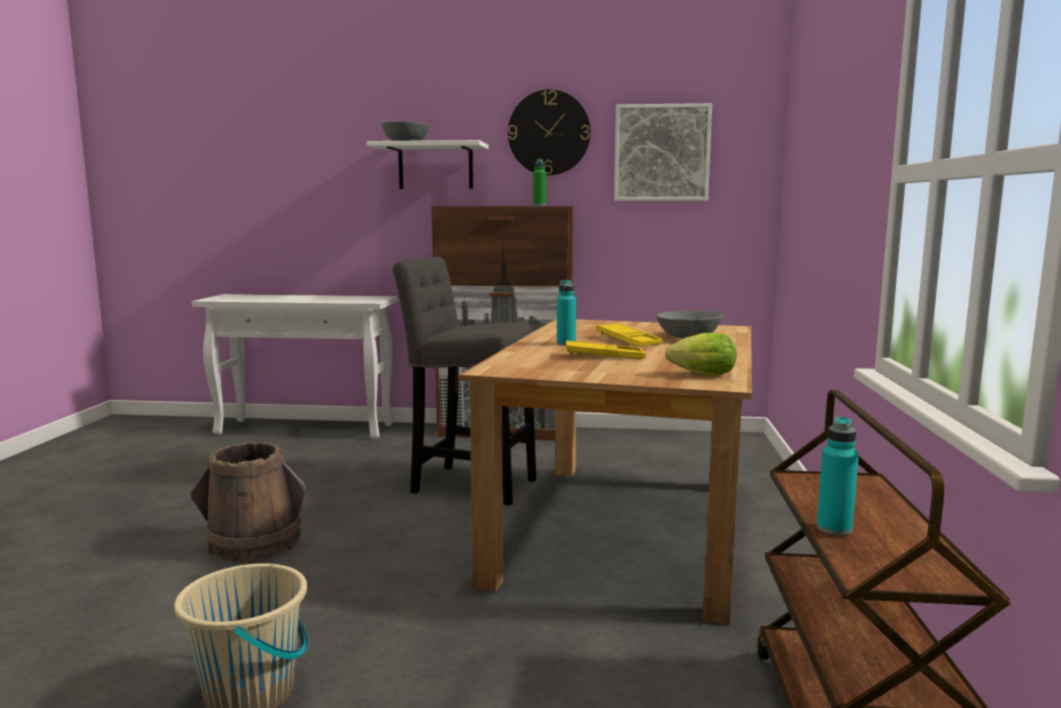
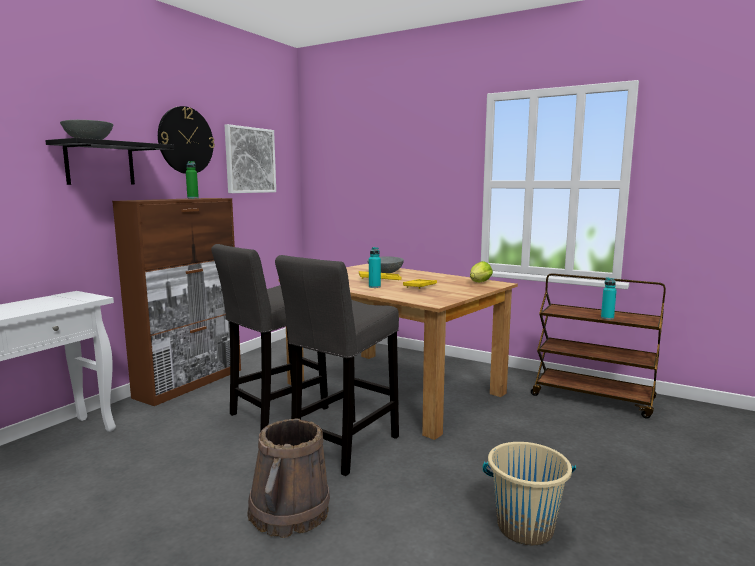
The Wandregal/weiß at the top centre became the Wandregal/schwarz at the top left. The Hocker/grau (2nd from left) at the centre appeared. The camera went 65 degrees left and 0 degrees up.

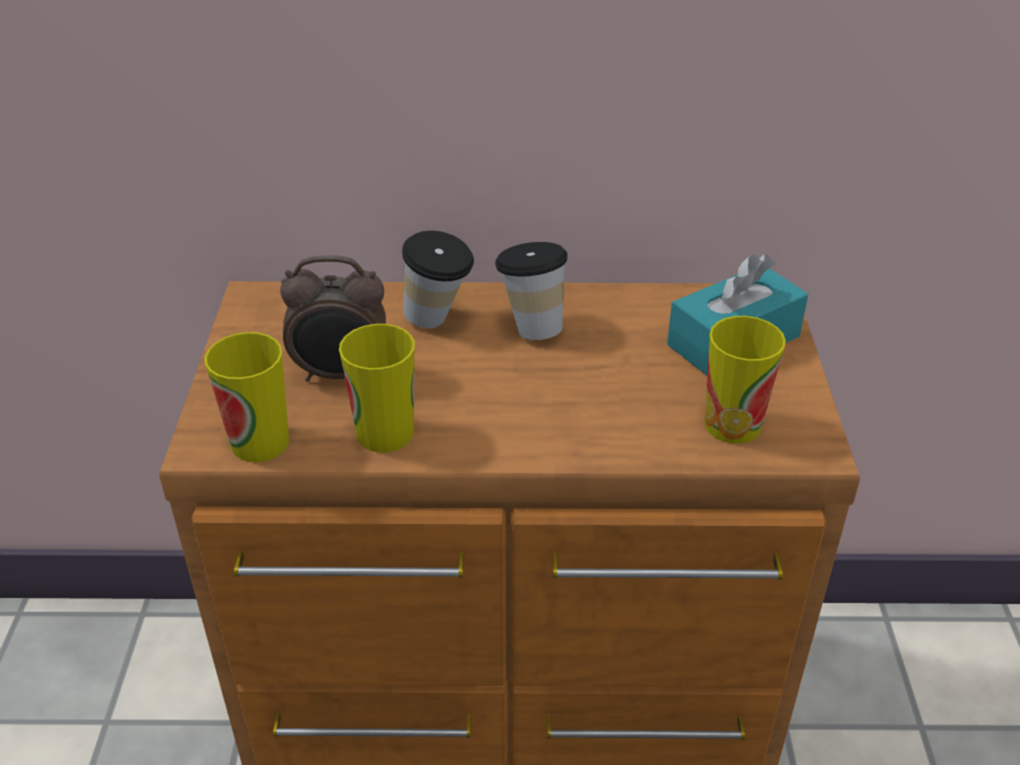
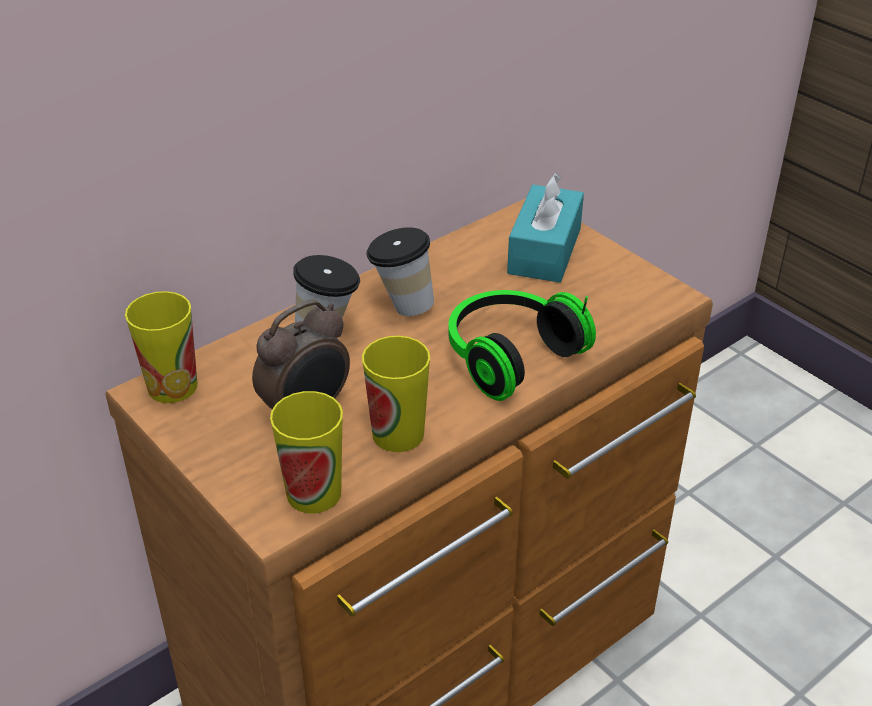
The Tasse (5th from left in the first image) moved from the middle right to the middle left. The Kopfhörer at the centre appeared. The camera went 40 degrees left and 0 degrees up.

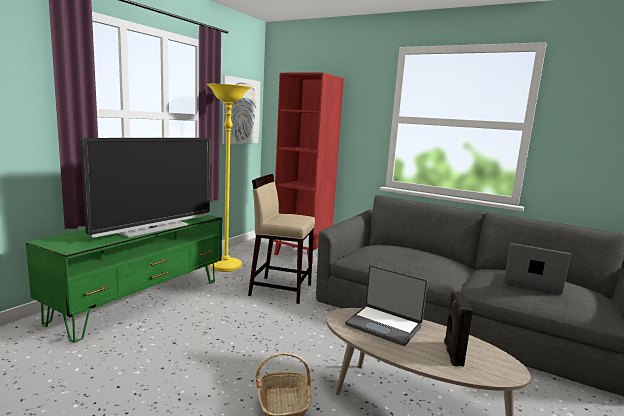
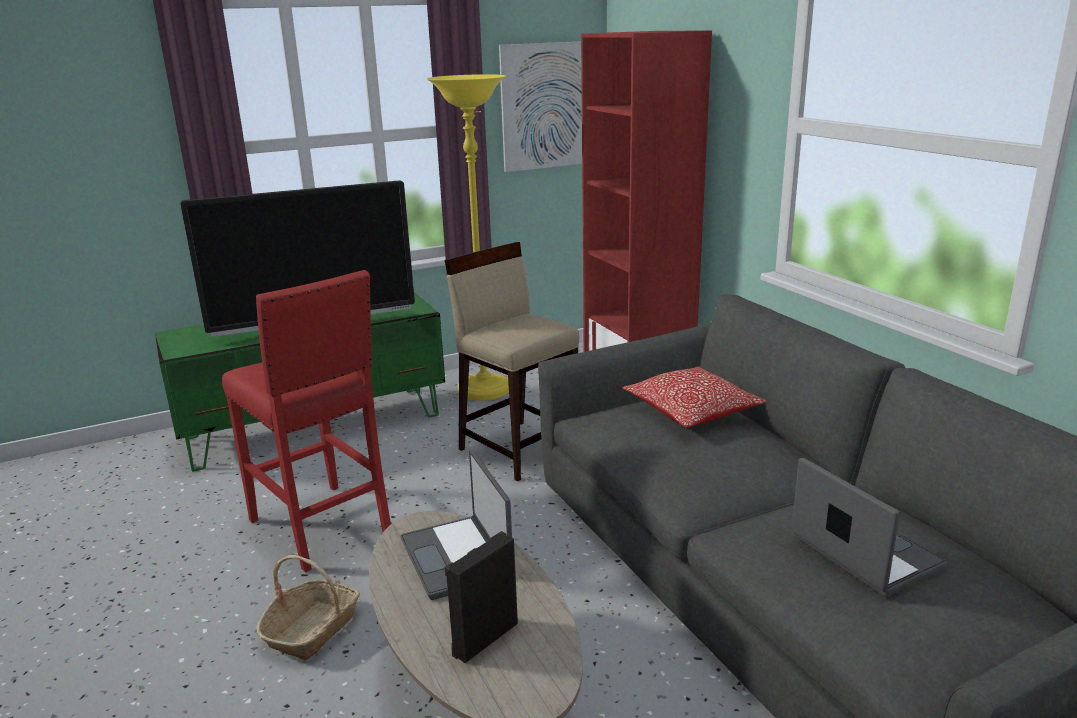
The Hocker/rot at the middle left appeared. The Kissen at the centre appeared. The camera went 35 degrees right and 10 degrees up.

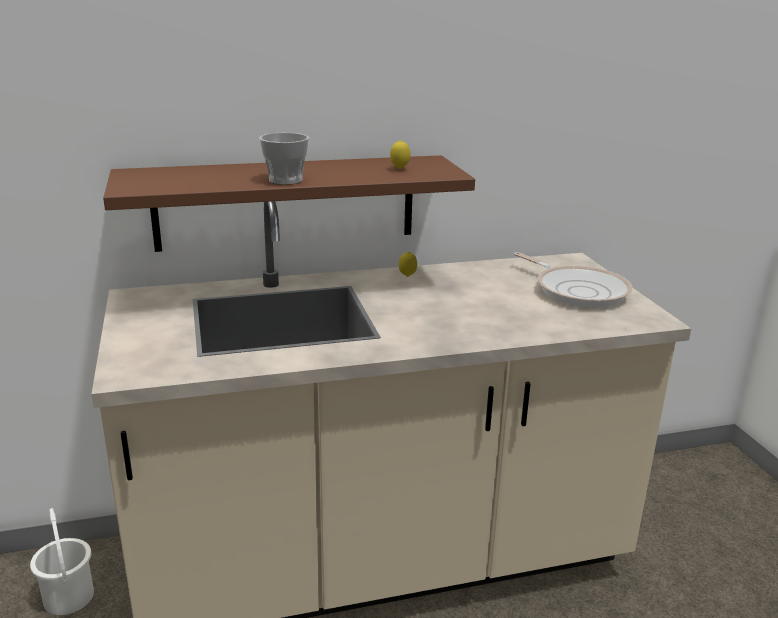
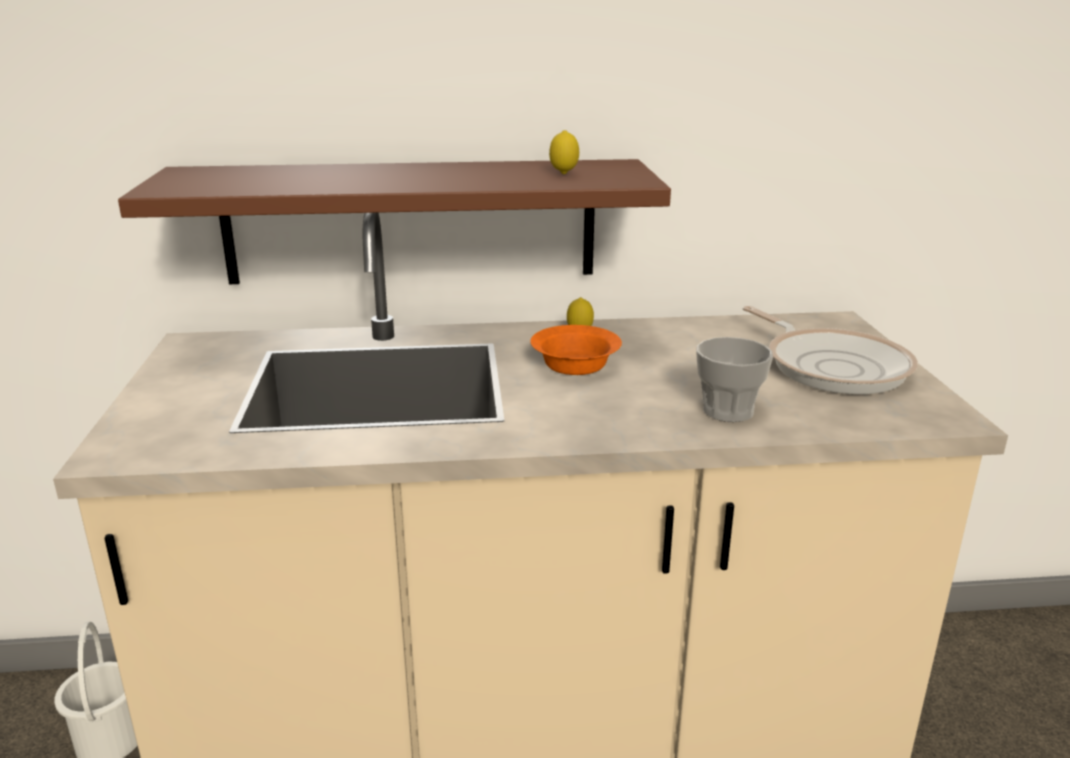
The Tasse moved from the top centre to the middle right. The Schüssel/orange at the centre appeared. The camera went 10 degrees right and 0 degrees up.

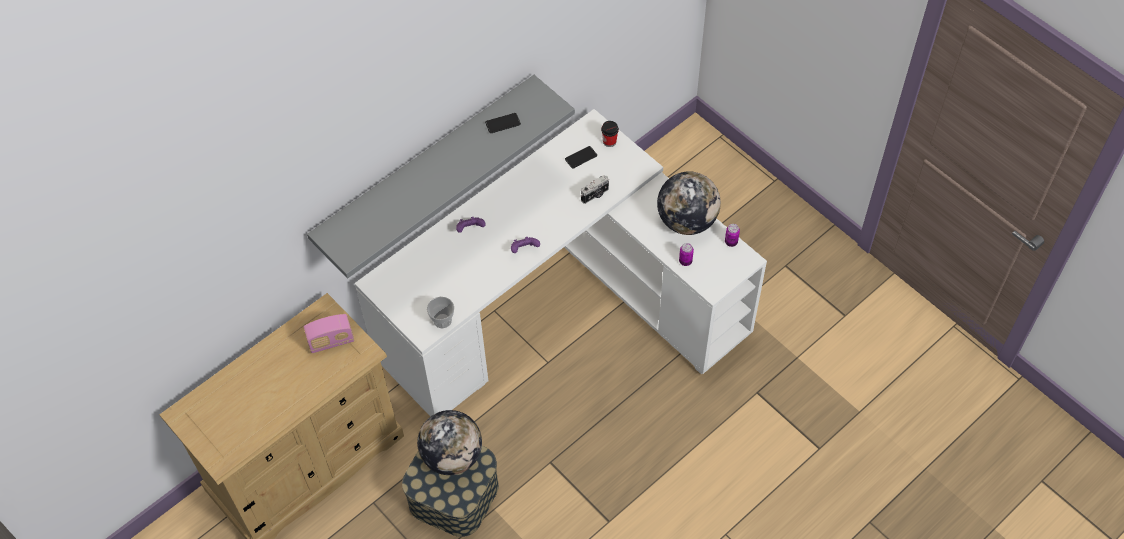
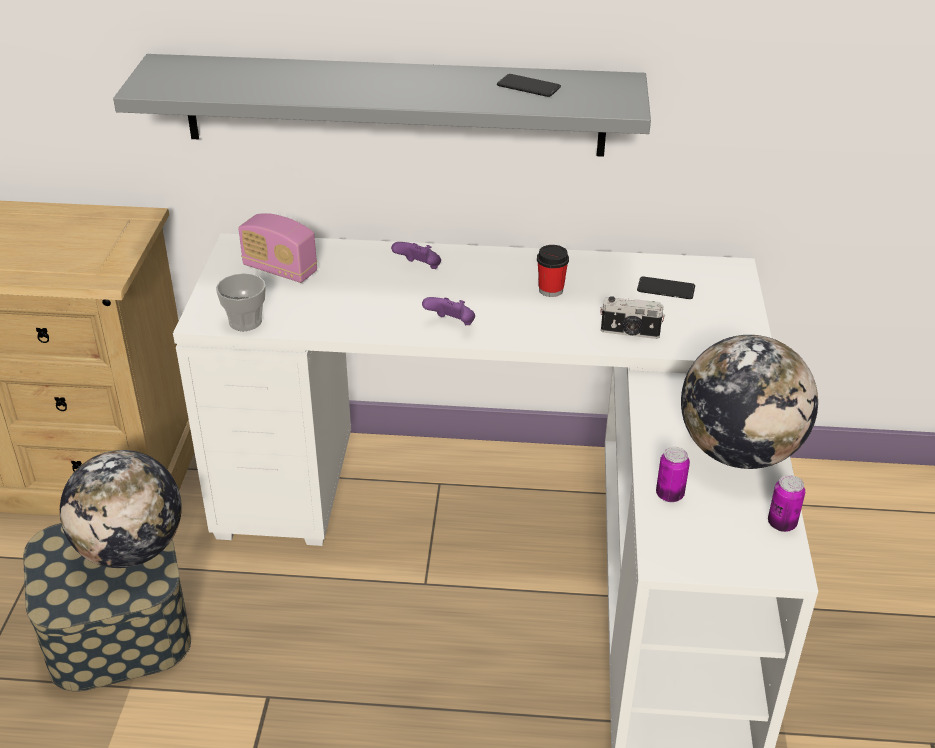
The Tasse (2nd from left) moved from the top centre to the centre. The Radio moved from the middle left to the top left. The camera went 45 degrees right and 20 degrees down.

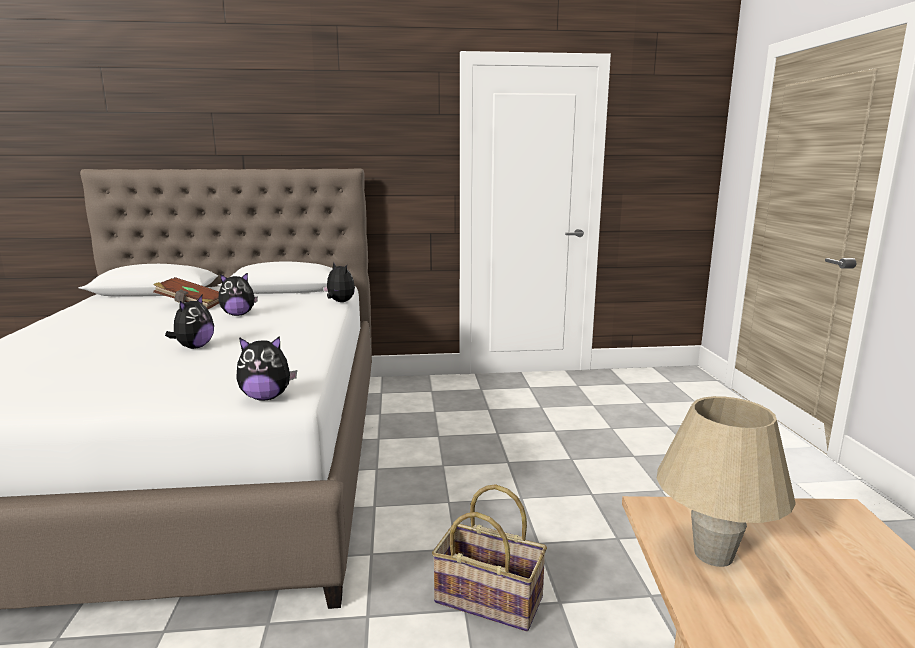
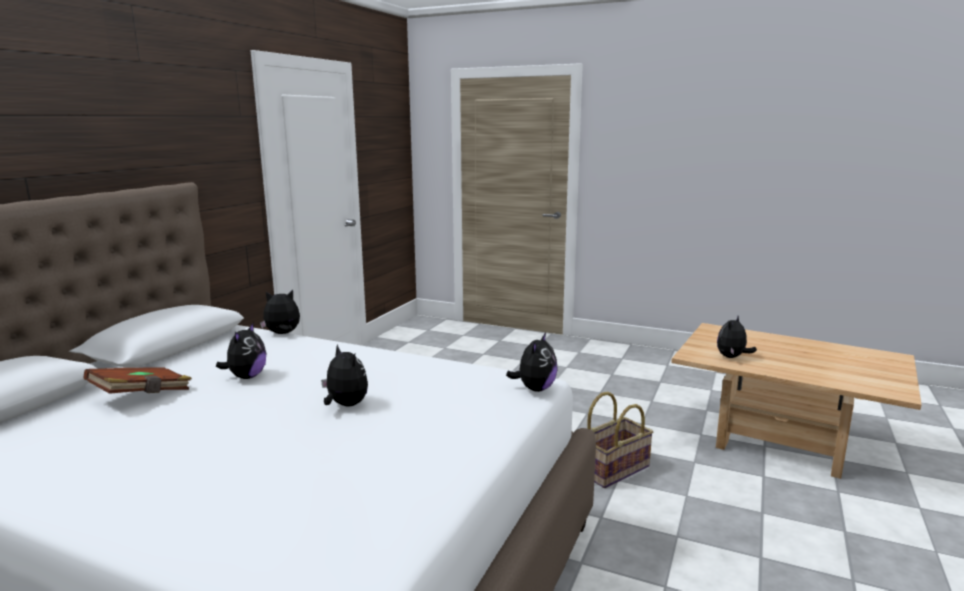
The Tischlampe/beige at the bottom right was replaced by the Plüschtier (5th from left) at the middle right. The camera went 60 degrees left and 0 degrees up.

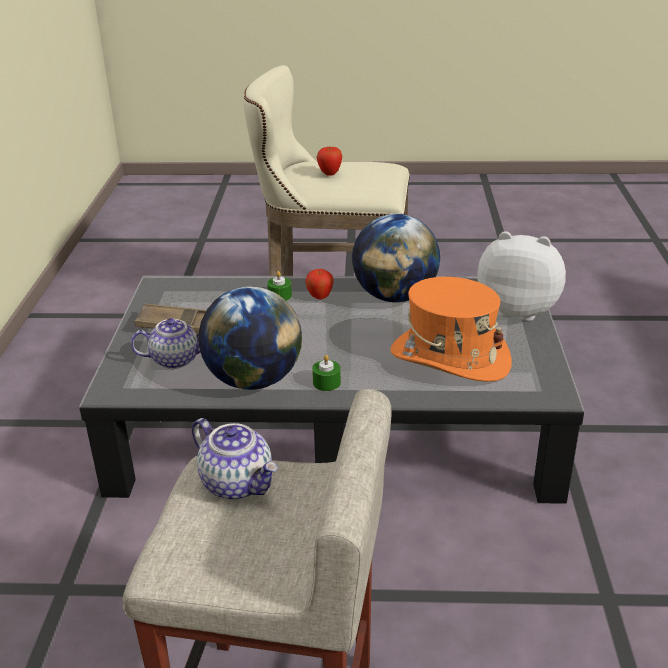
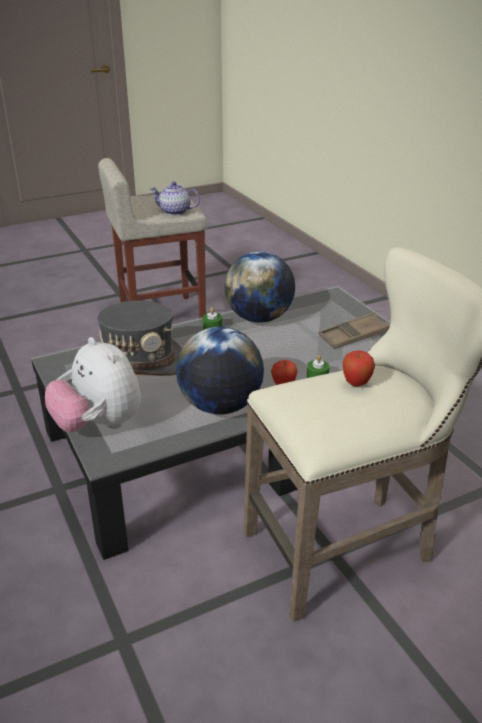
The Plüschtier at the middle right turned 60 degrees clockwise. The Hut/orange at the middle right became the Hut/grau at the middle left. The Teekanne (1st from left) at the middle left disappeared. The camera went 150 degrees right and 0 degrees up.

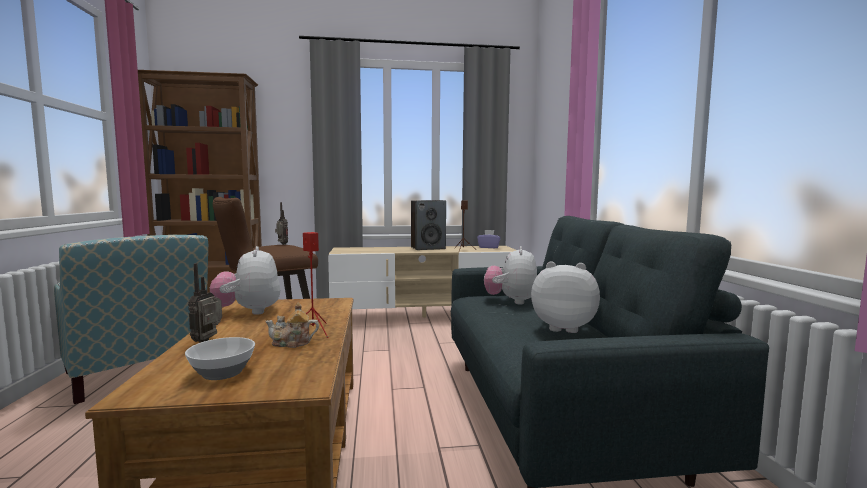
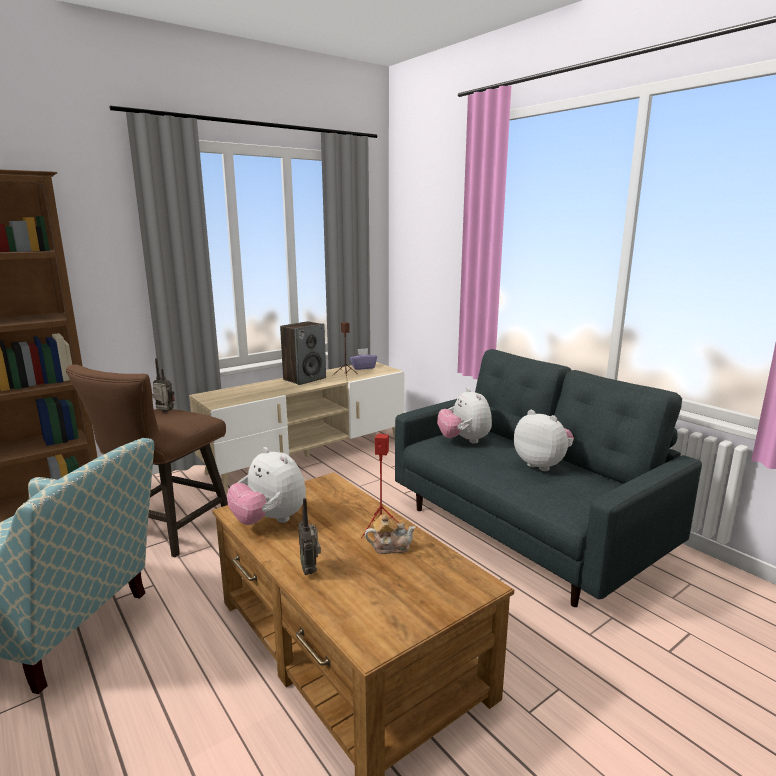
The Plüschtier (3rd from left) at the centre turned 60 degrees clockwise. The Teekanne at the centre turned 150 degrees counterclockwise. The Schüssel at the bottom left disappeared. The camera went 30 degrees left and 10 degrees up.

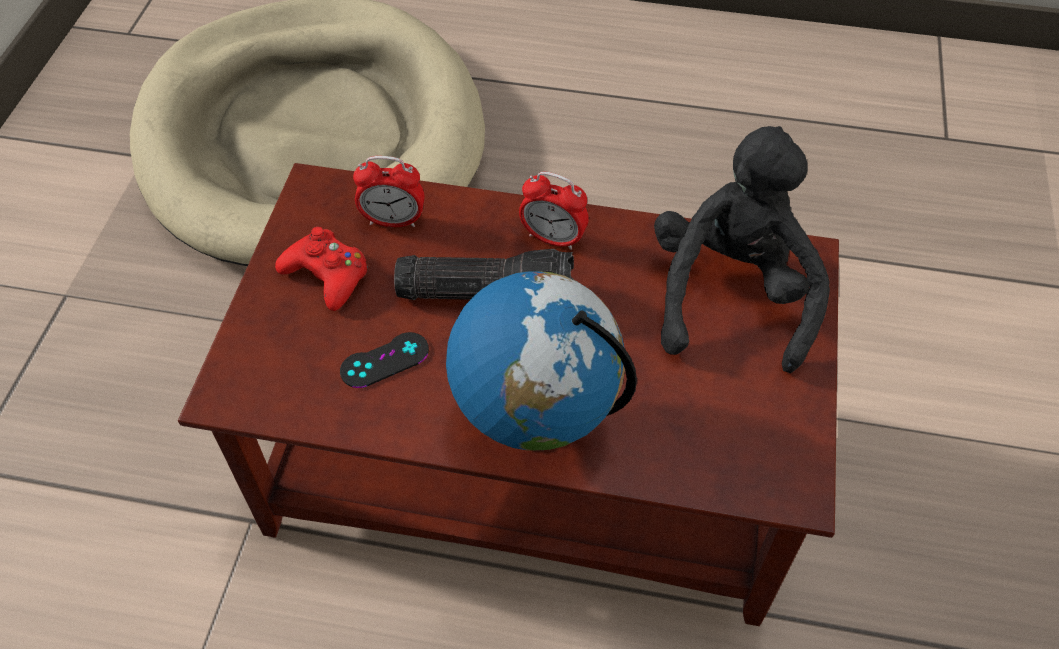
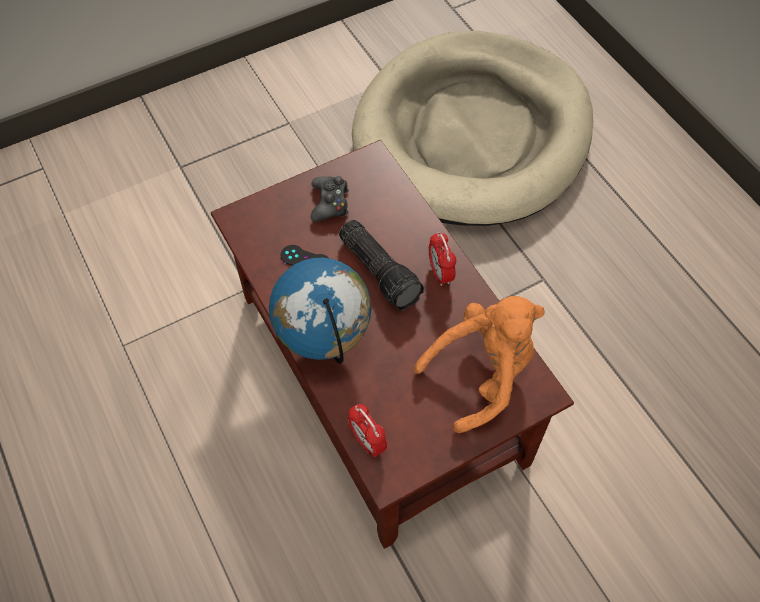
The Plüschtier/schwarz at the middle right became the Plüschtier/orange at the centre. The Wecker (1st from left) moved from the top centre to the bottom centre. The Gamepad/rot at the middle left became the Gamepad/schwarz (2nd from left) at the top centre. The camera went 50 degrees right and 5 degrees up.

